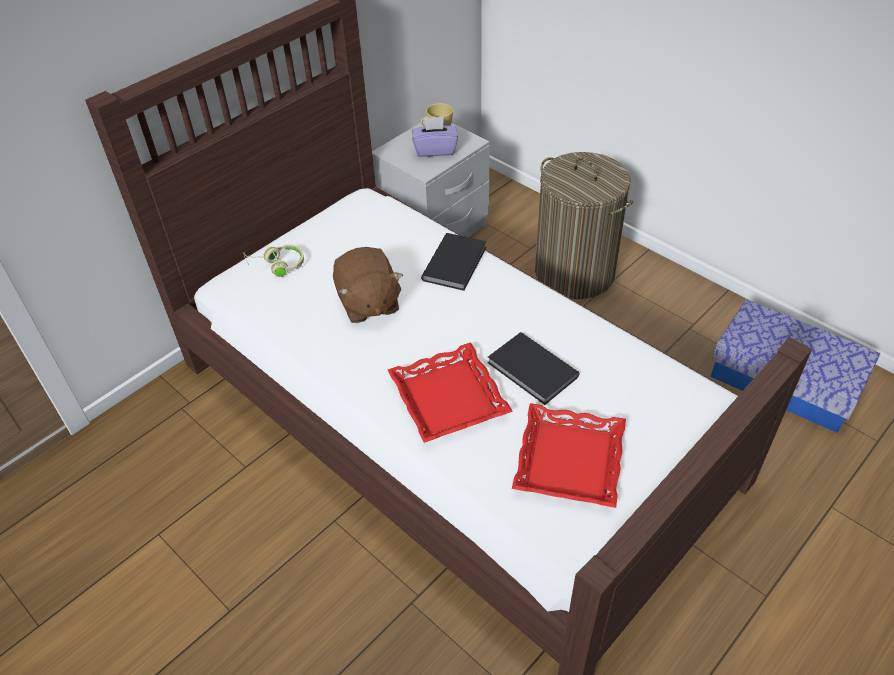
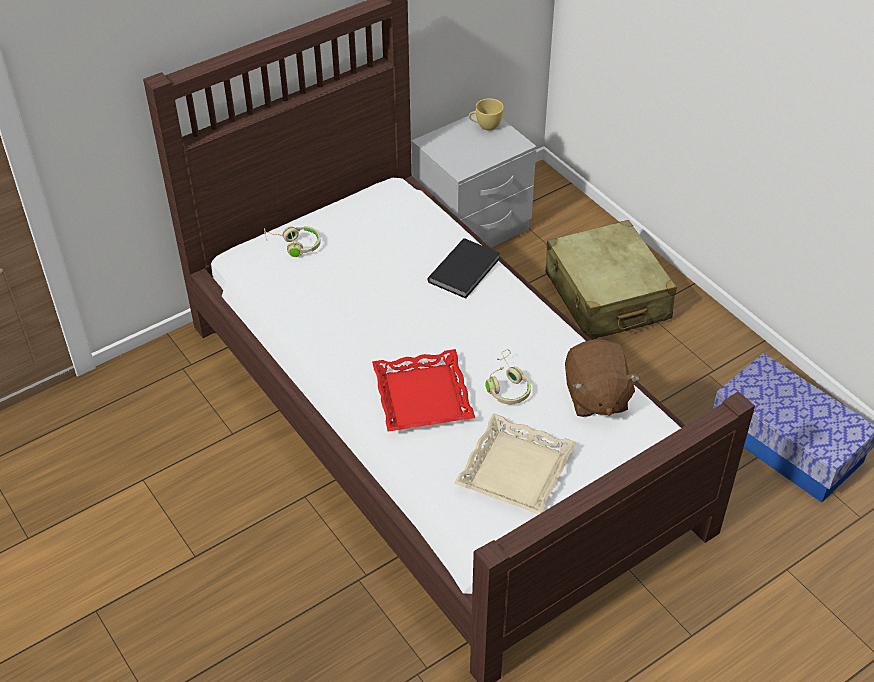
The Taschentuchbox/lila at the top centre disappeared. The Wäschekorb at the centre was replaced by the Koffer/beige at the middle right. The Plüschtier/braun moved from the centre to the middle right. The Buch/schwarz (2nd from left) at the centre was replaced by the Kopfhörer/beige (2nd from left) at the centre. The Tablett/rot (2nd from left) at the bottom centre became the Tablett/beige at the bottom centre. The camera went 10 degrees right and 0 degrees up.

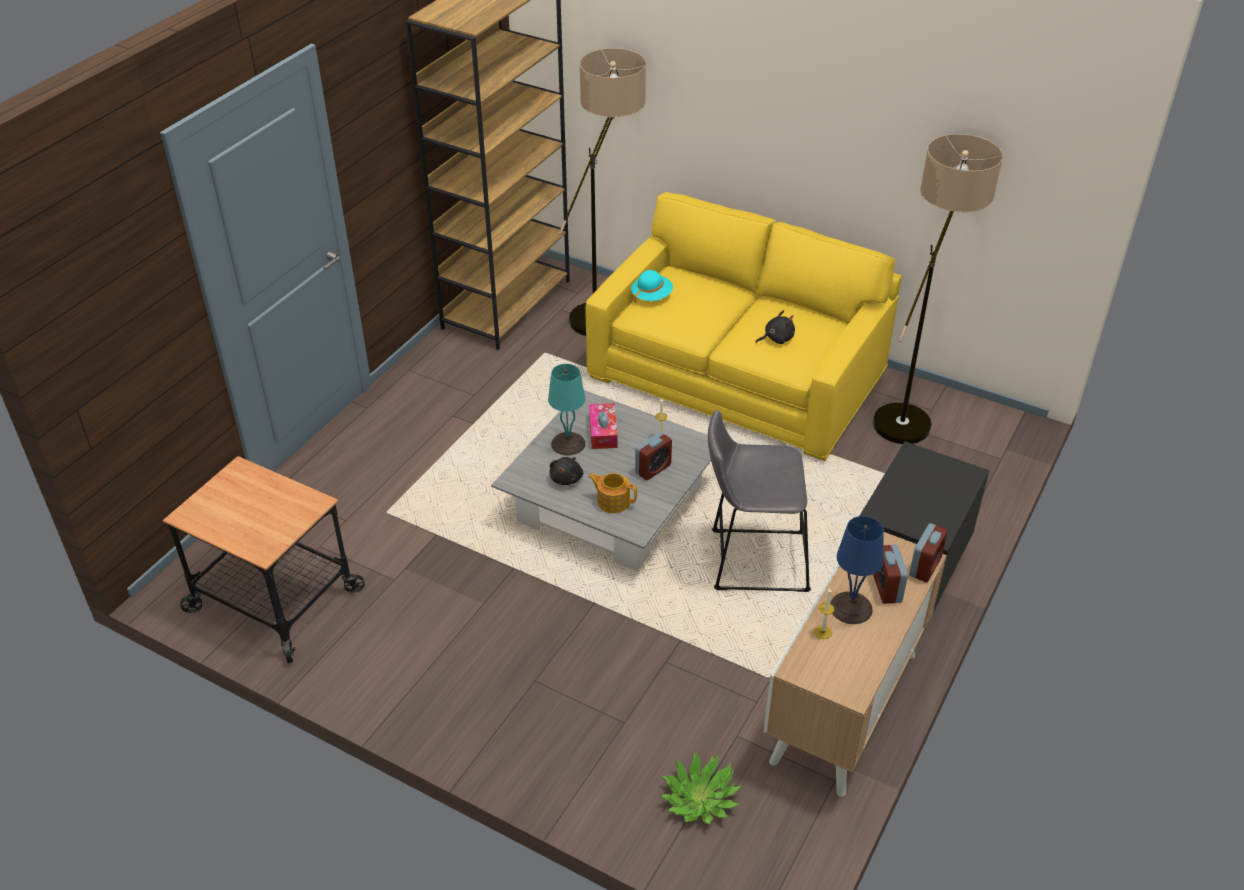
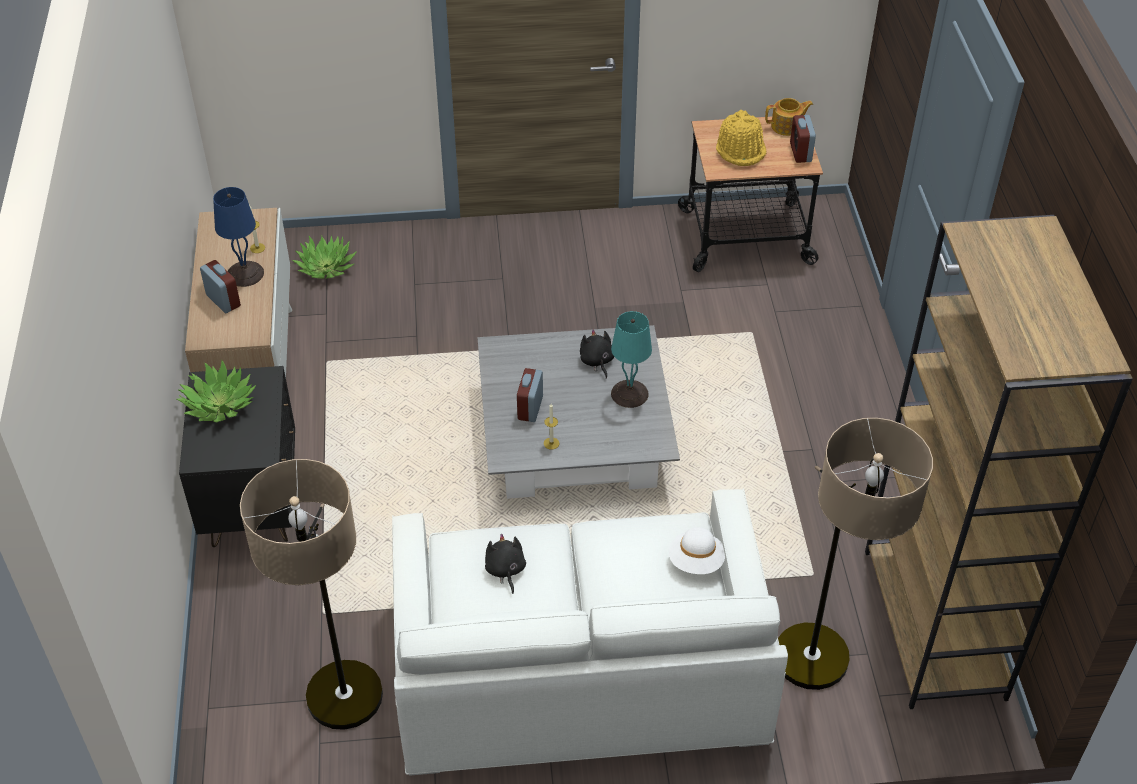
The Sofa/gelb at the centre became the Sofa/weiß at the bottom centre. The Hut/türkis at the top centre became the Hut/weiß at the bottom centre. The Plüschtier/schwarz (2nd from left in the first image) at the centre turned 135 degrees clockwise. The Taschentuchbox at the centre disappeared. The Hocker/grau at the centre disappeared. The Teekanne moved from the centre to the top right. The Wecker (3rd from left) moved from the middle right to the top right. The Hut/gelb at the top centre appeared. The Topfpflanze (1st from left) at the middle left appeared. The camera went 145 degrees right and 5 degrees up.

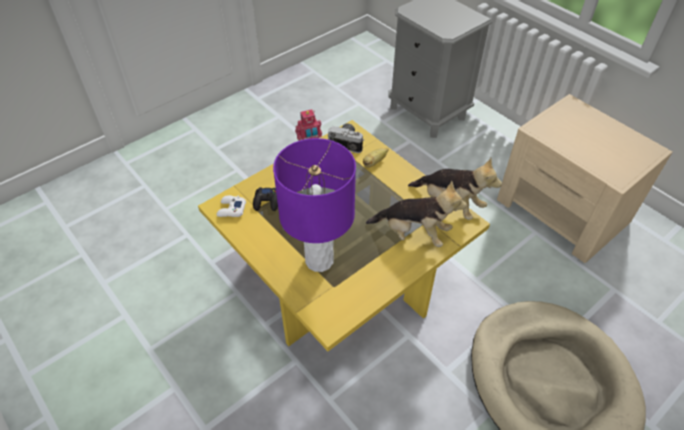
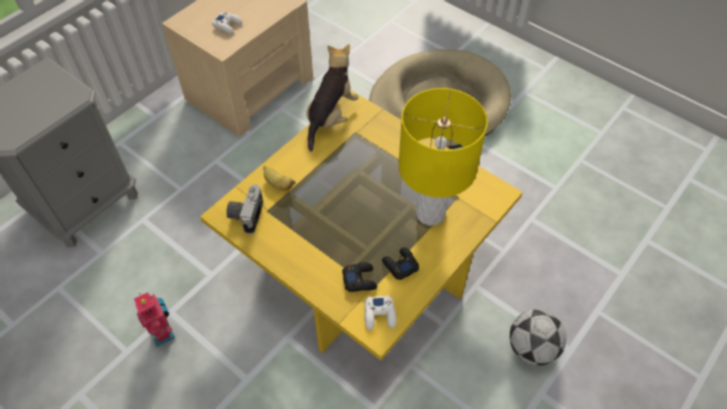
The Tischlampe/lila at the centre became the Tischlampe/gelb at the centre. The Plüschtier (1st from left) at the centre disappeared. The Gamepad/weiß (1st from left) at the top left appeared. The Gamepad/schwarz (2nd from left) at the centre appeared. The Fußball at the bottom right appeared. The camera went 100 degrees left and 5 degrees up.

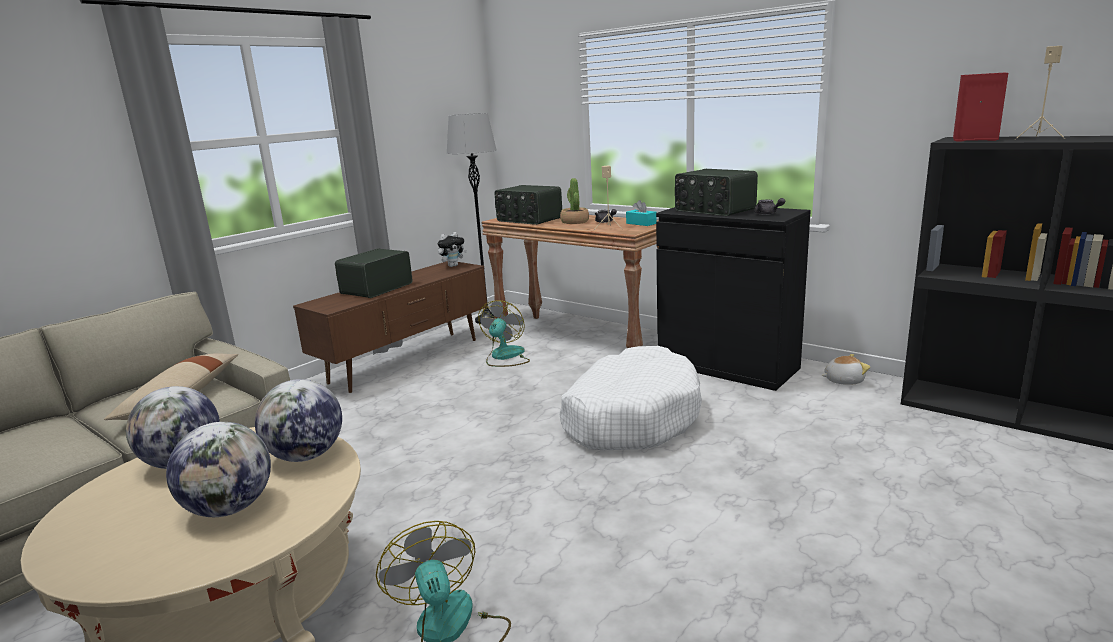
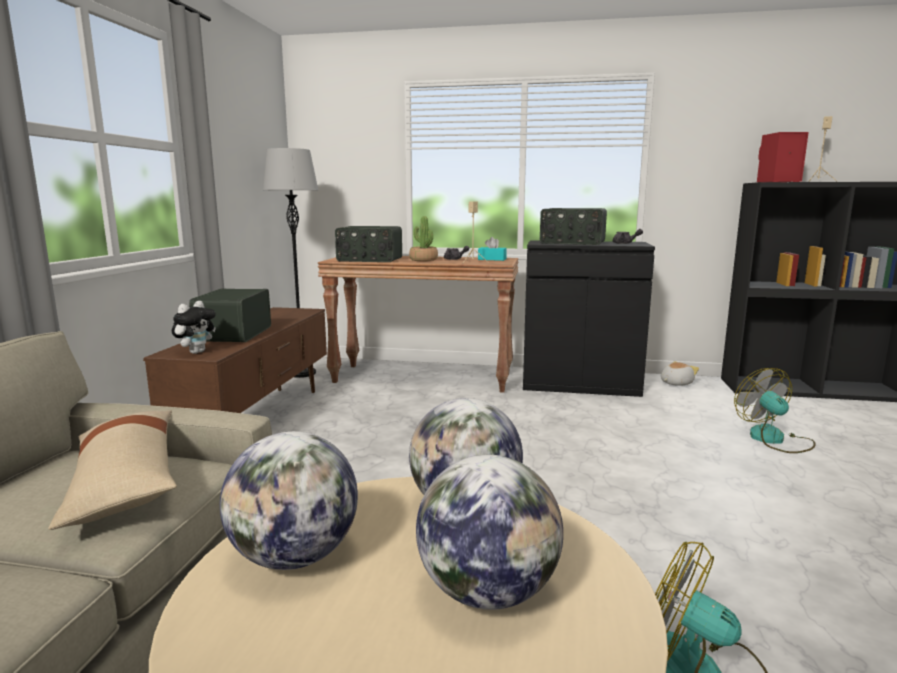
The Plüschtier (1st from left) moved from the centre to the middle left. The Ventilator (2nd from left) moved from the centre to the middle right. The Hundebett/weiß at the centre disappeared. The camera went 30 degrees left and 5 degrees down.

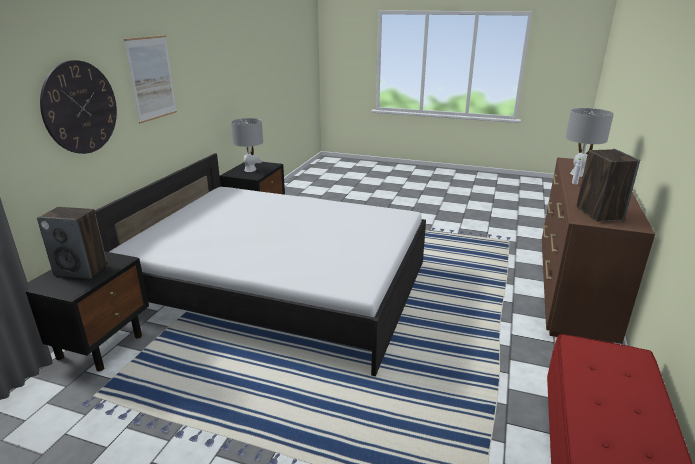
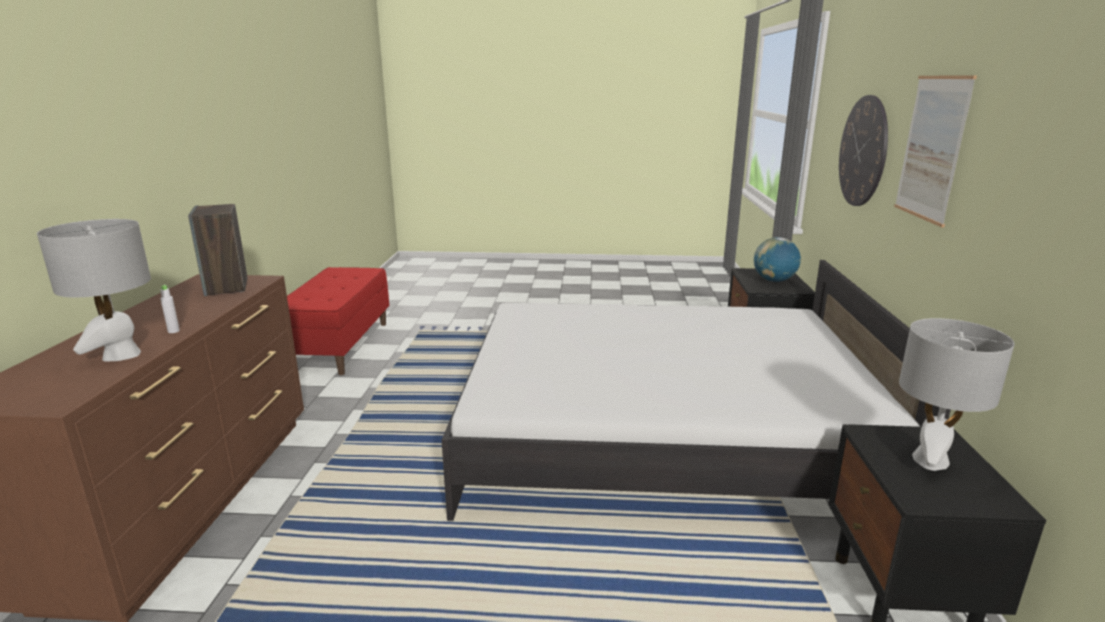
The Lautsprecher (1st from left) at the middle left was replaced by the Globus at the middle right. The camera went 165 degrees right and 5 degrees down.

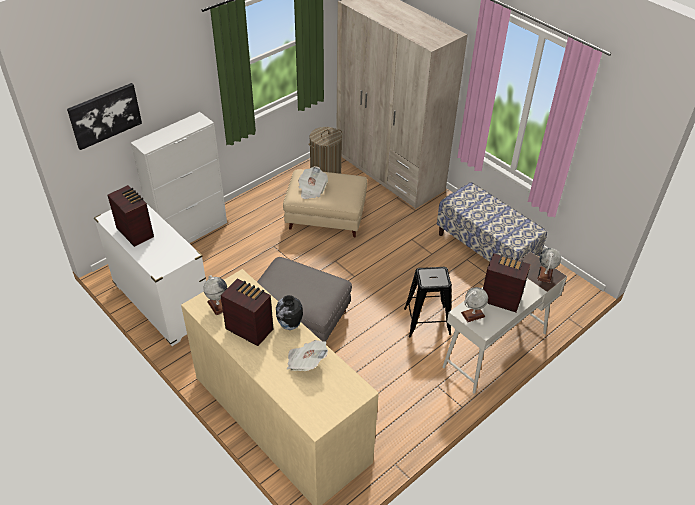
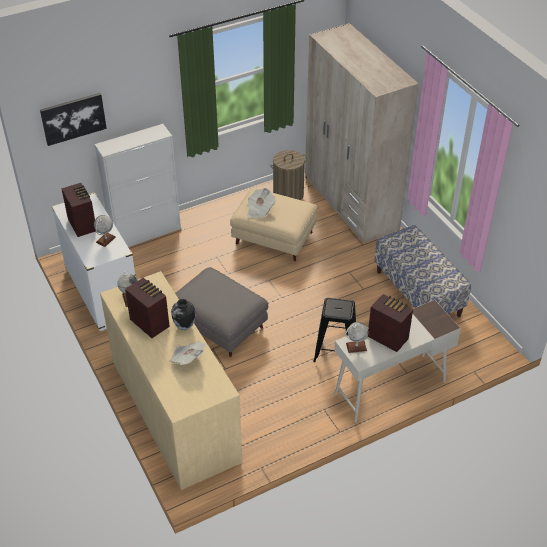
The Globus (3rd from left in the first image) moved from the middle right to the middle left. The camera went 15 degrees right and 0 degrees up.

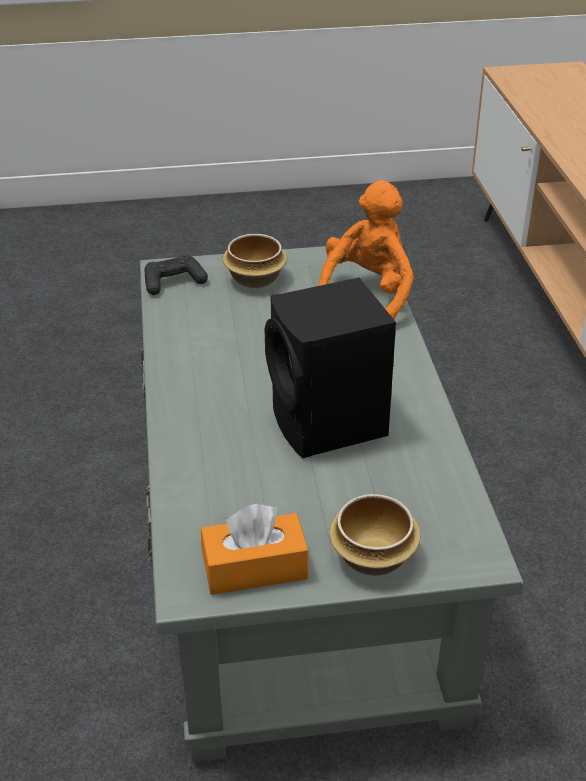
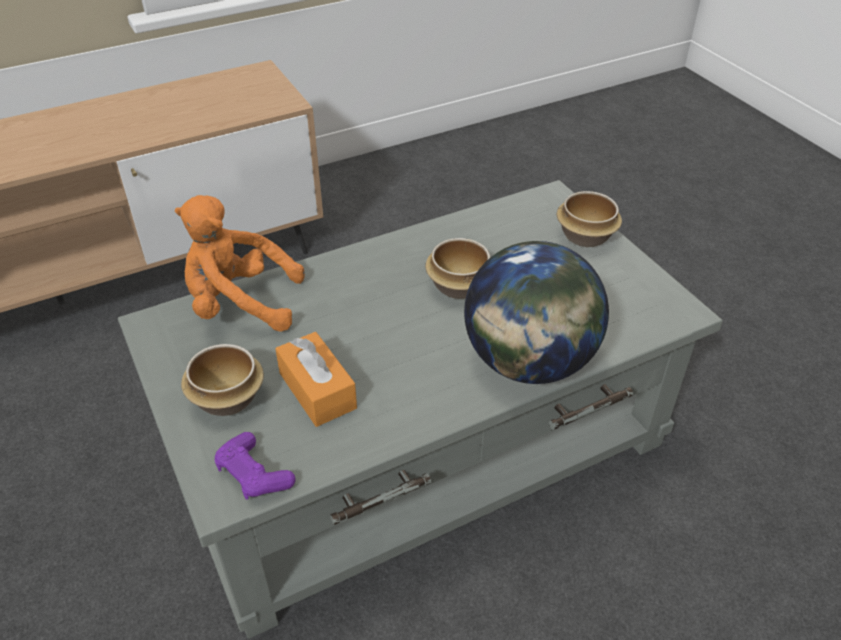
The Gamepad/schwarz at the middle left became the Gamepad/lila at the bottom left. The Lautsprecher/schwarz at the centre was replaced by the Schüssel (2nd from left) at the centre. The Taschentuchbox/orange moved from the bottom centre to the centre. The Globus at the centre appeared. The camera went 110 degrees left and 5 degrees up.

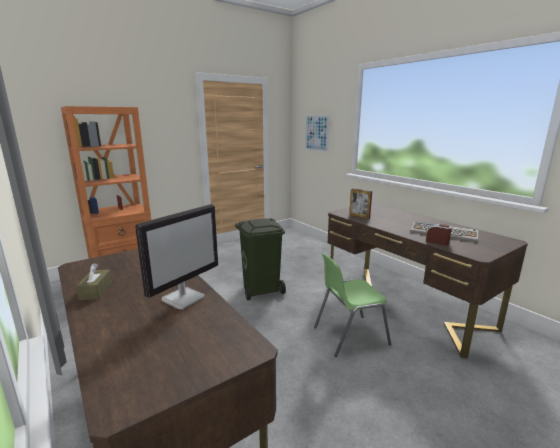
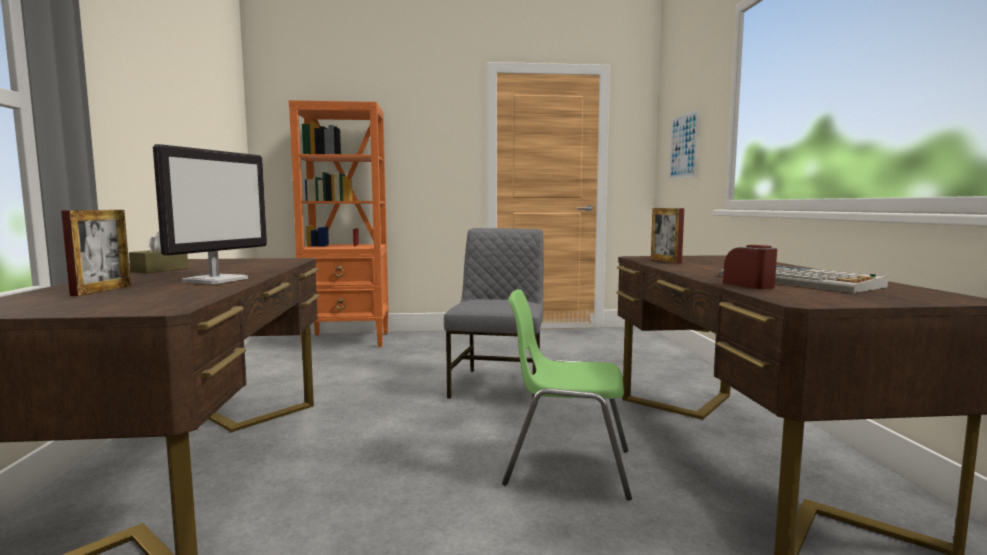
The Monitor at the middle left turned 45 degrees counterclockwise. The Mülleimer/grün at the centre was replaced by the Stuhl/grau at the centre. The Bilderrahmen (1st from left) at the middle left appeared. The camera went 30 degrees right and 10 degrees down.

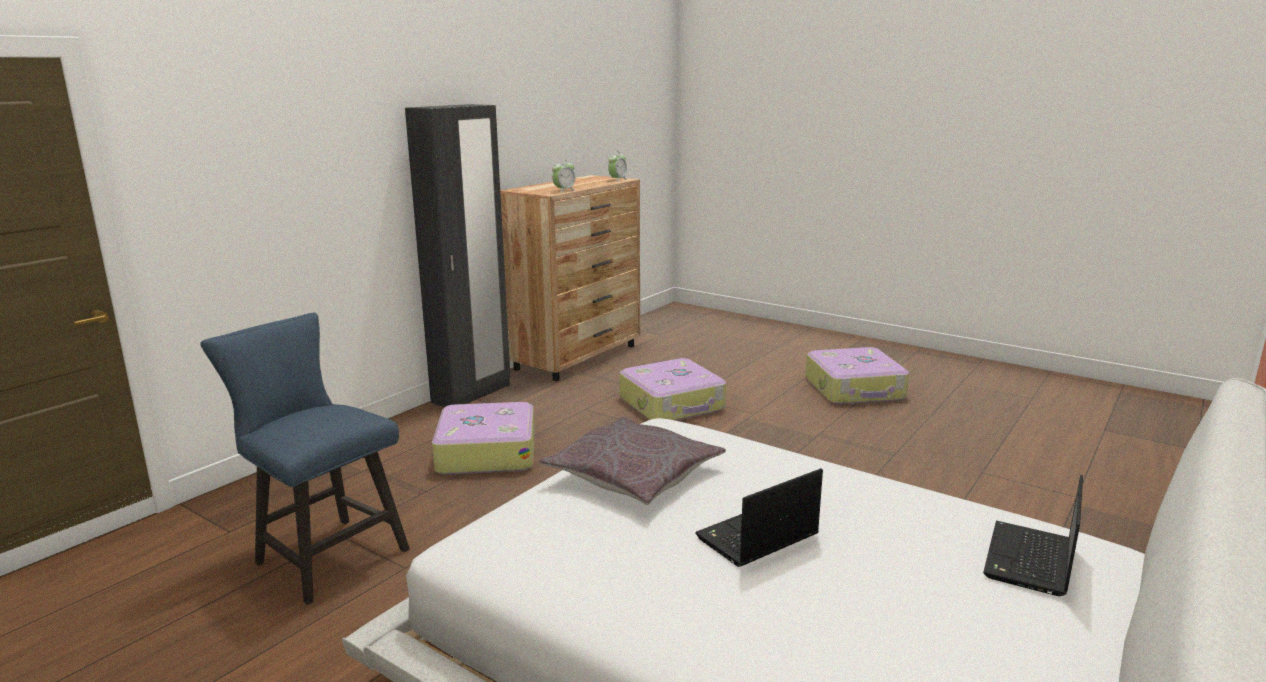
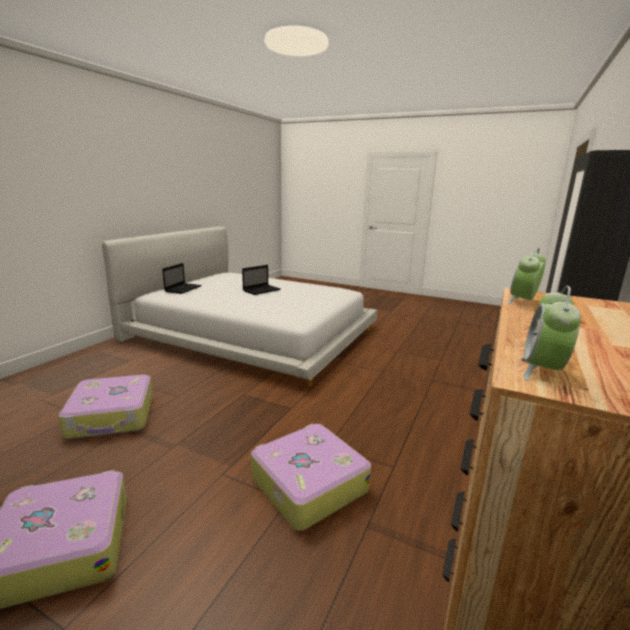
The Stuhl/blau at the bottom left disappeared. The Koffer (1st from left in the first image) moved from the centre to the middle left. The Kissen/grau at the bottom centre disappeared. The camera went 170 degrees right and 0 degrees up.

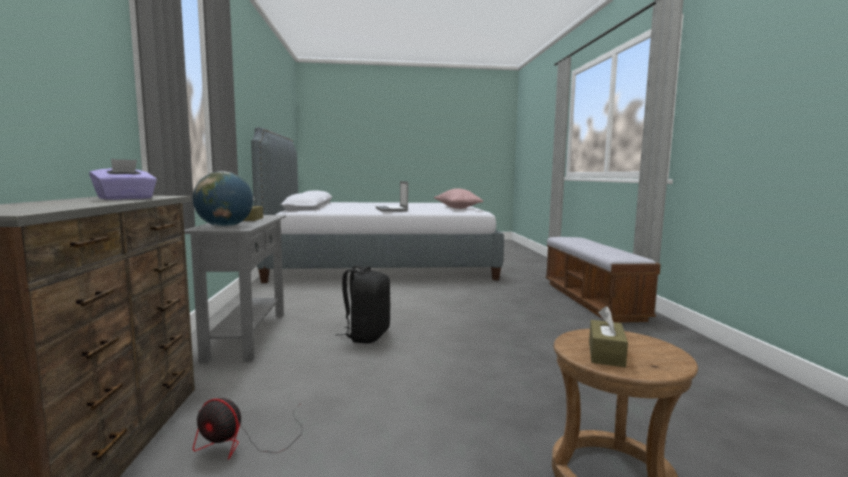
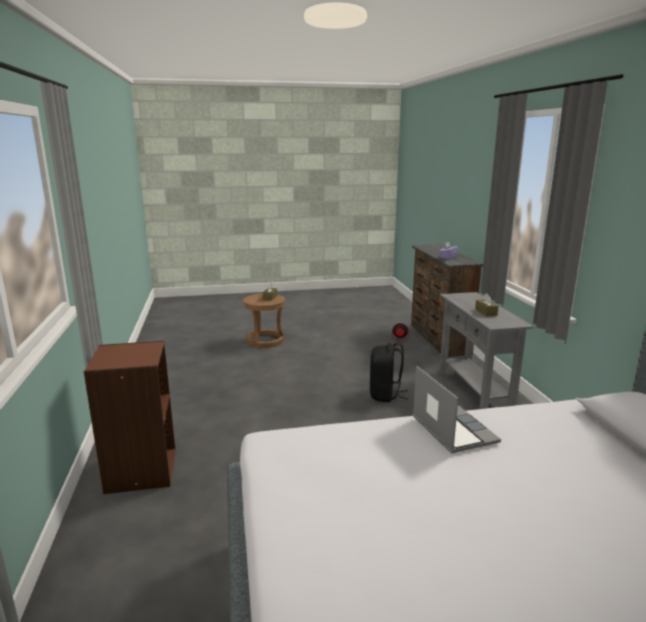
The Globus at the middle left disappeared. The Kissen/rosa at the centre disappeared. The Bank at the middle right was replaced by the Bücherregal/braun at the bottom left. The camera went 175 degrees right and 10 degrees up.

